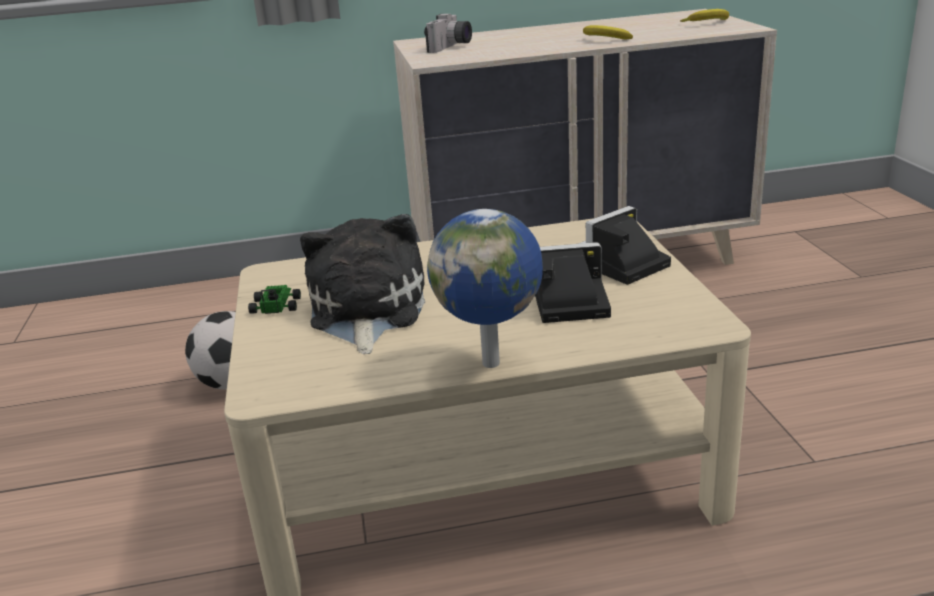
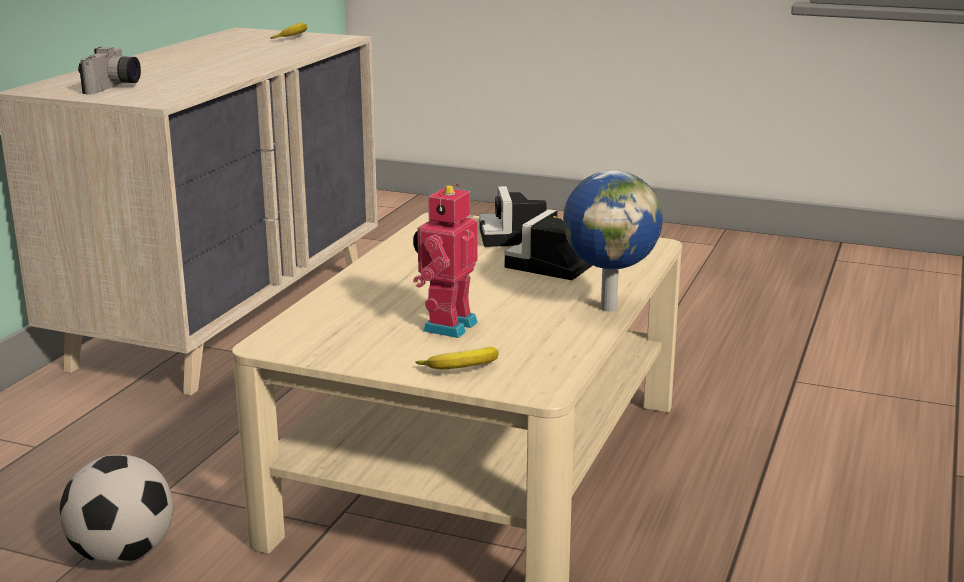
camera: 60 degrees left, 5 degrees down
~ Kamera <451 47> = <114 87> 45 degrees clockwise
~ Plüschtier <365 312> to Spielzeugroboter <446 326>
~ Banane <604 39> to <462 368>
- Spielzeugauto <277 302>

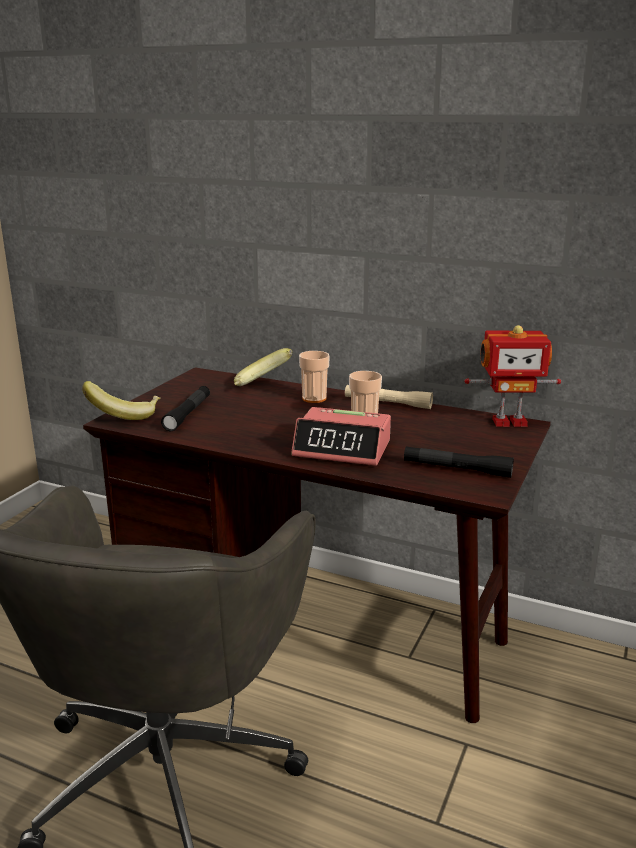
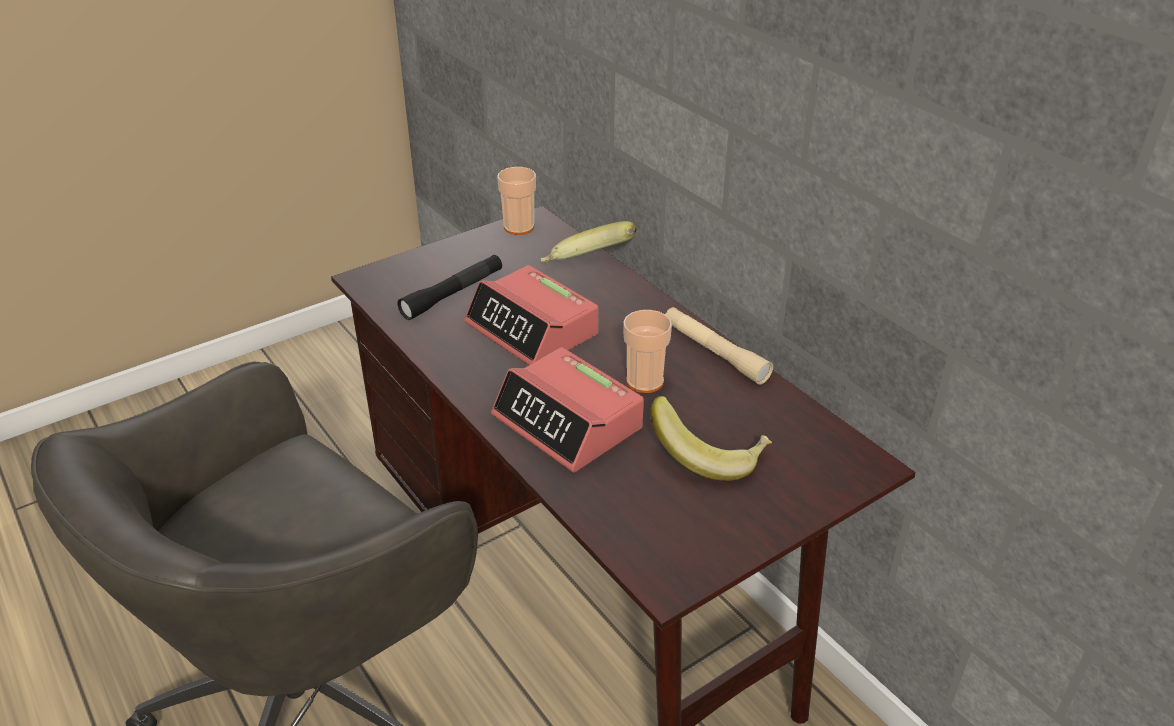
camera: 30 degrees right, 15 degrees up
+ Wecker <532 330>
~ Tasse <314 398> to <519 227>
~ Banane <125 415> to <709 456>
- Taschenlampe/schwarz <457 469>
- Spielzeugroboter <509 421>

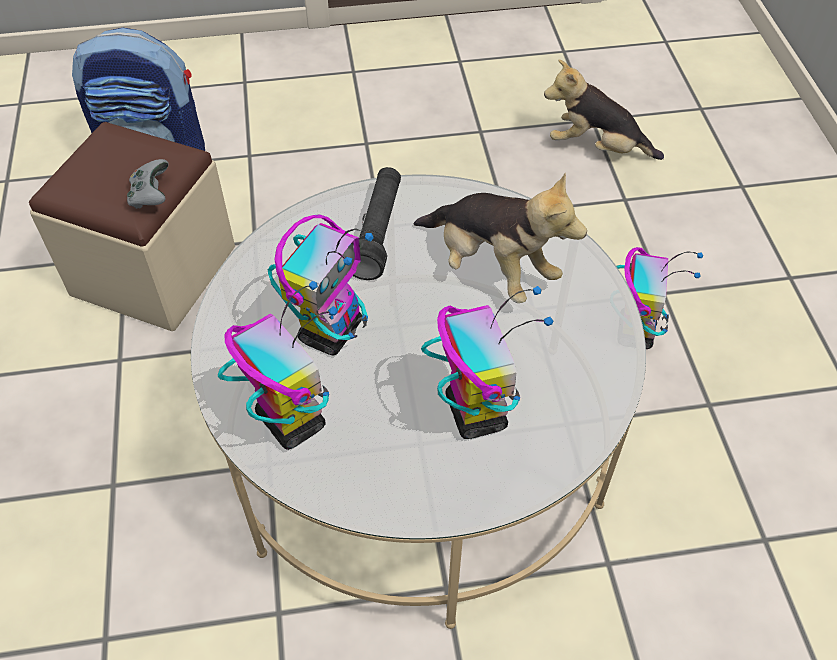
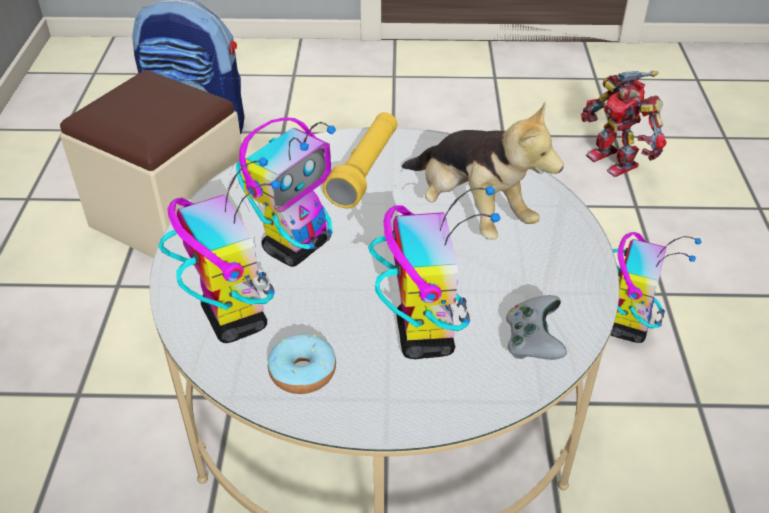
camera: 10 degrees right, 10 degrees down
+ Donut <303 372>
~ Taschenlampe/schwarz <377 233> to Taschenlampe/gelb <365 170>
~ Gamepad/grau <151 196> to <532 342>
~ Plüschtier <596 148> to Spielzeugroboter <614 160>

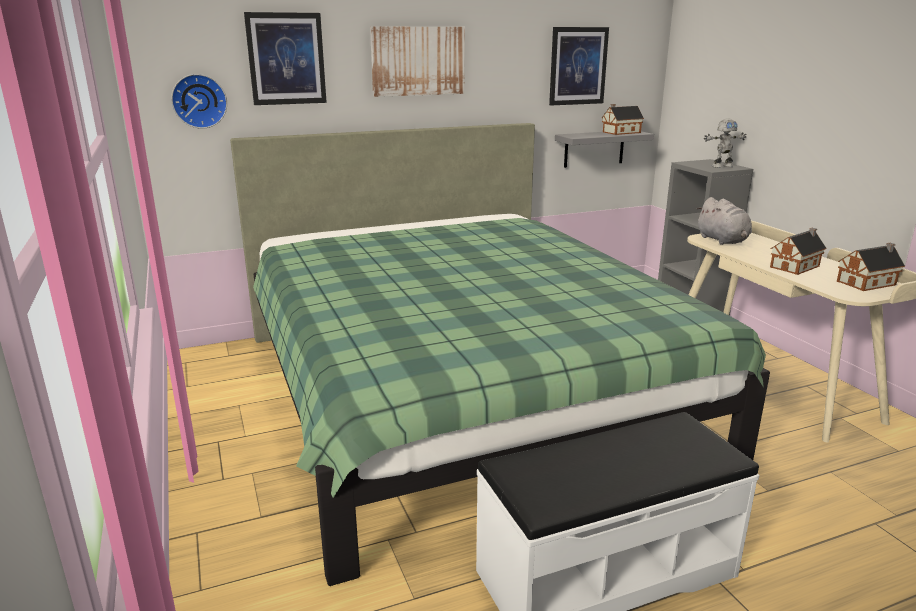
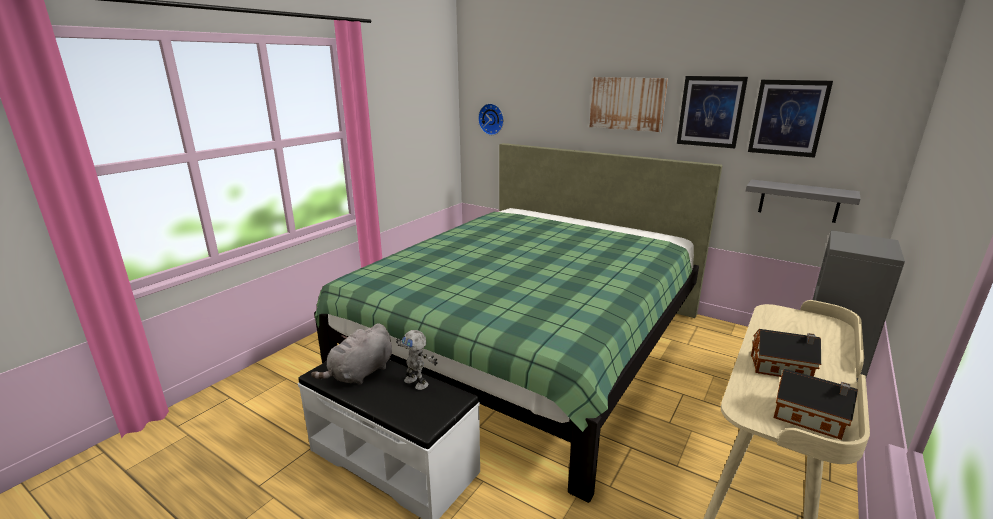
camera: 55 degrees right, 0 degrees up
~ Plüschtier/grau <723 241> to <360 374>
~ Spielzeugroboter <721 166> to <417 382>
~ Bild <286 59> to <710 111>
- Spielzeughaus <620 132>

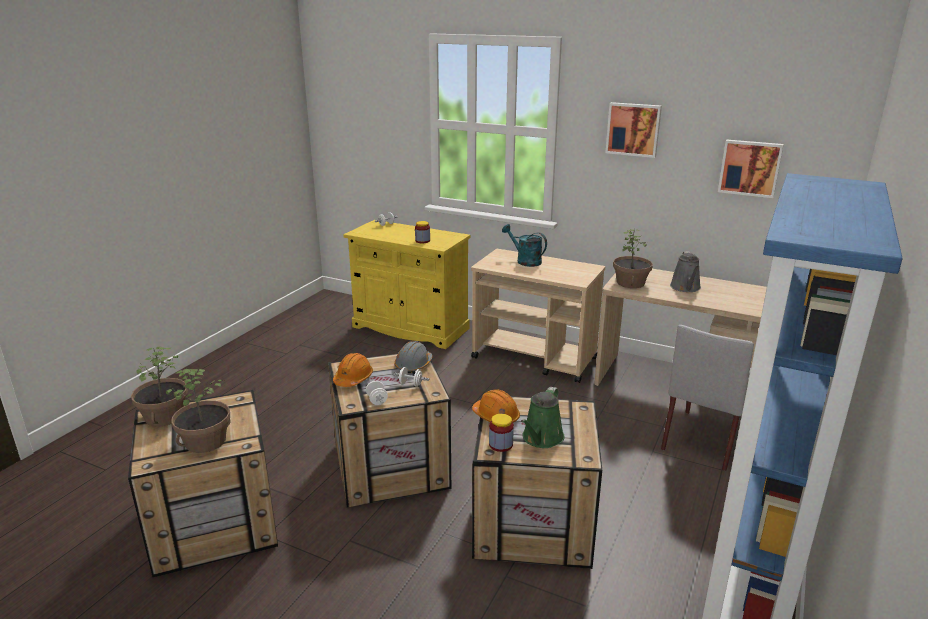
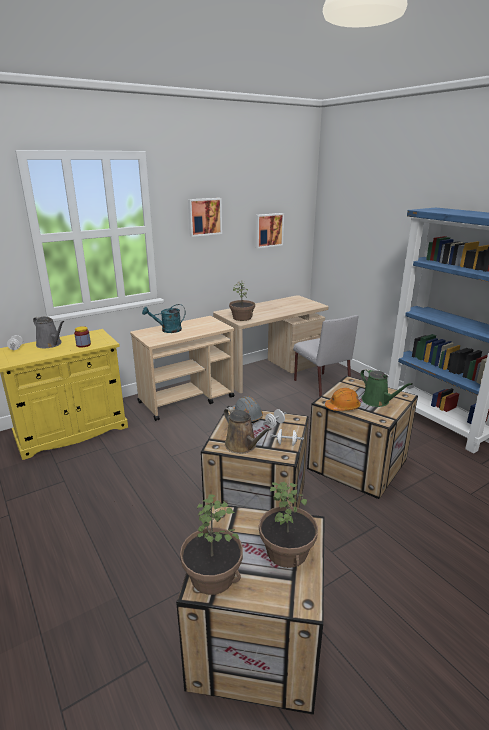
camera: 60 degrees left, 0 degrees up
~ Gießkanne/grau <686 288> to <50 344>
~ Schutzhelm/orange <353 379> to Gießkanne/braun <242 446>
- Vorratsglas <500 444>

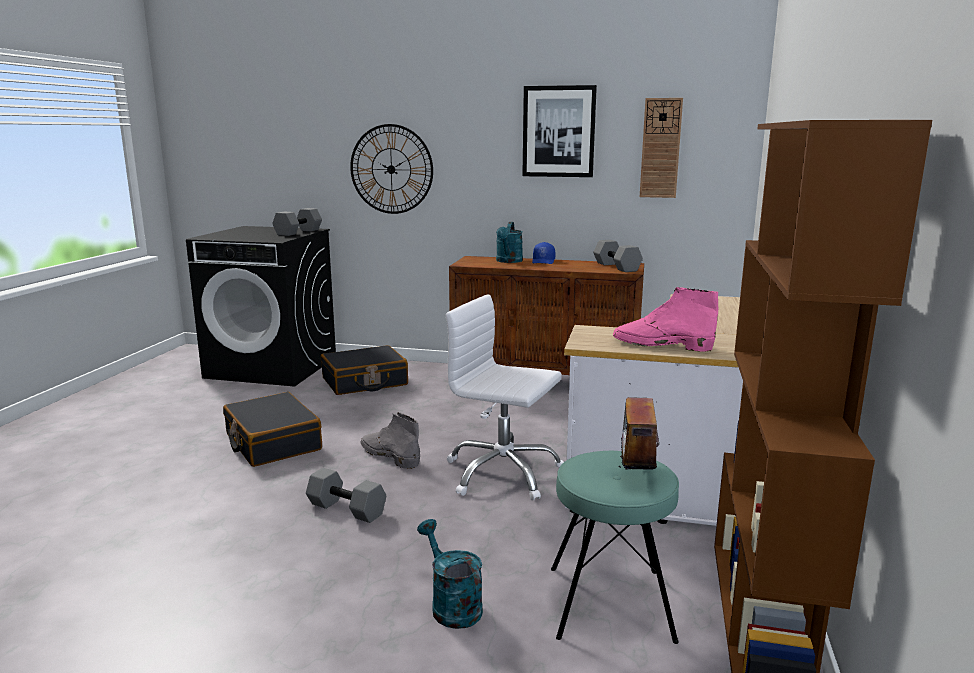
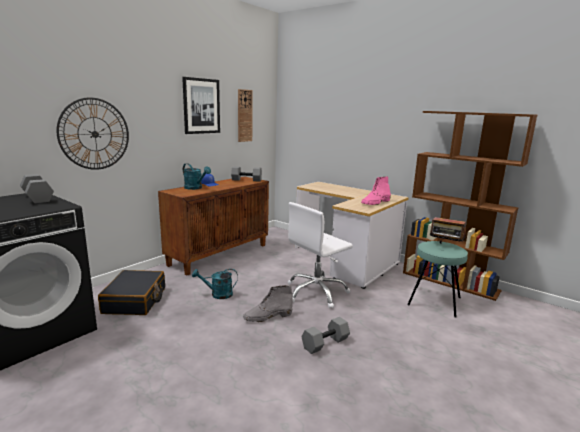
camera: 65 degrees left, 0 degrees up
~ Gießkanne/türkis <451 605> to <217 294>
- Koffer/schwarz <272 442>

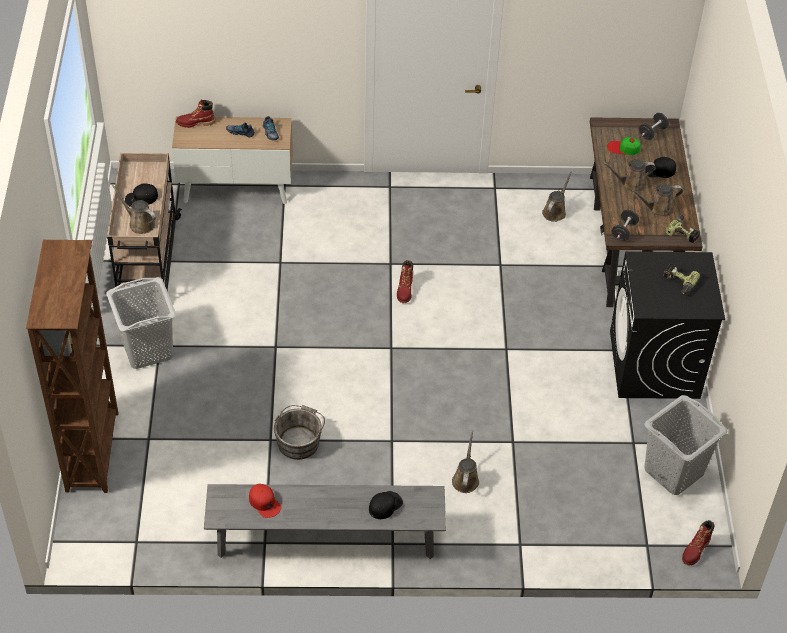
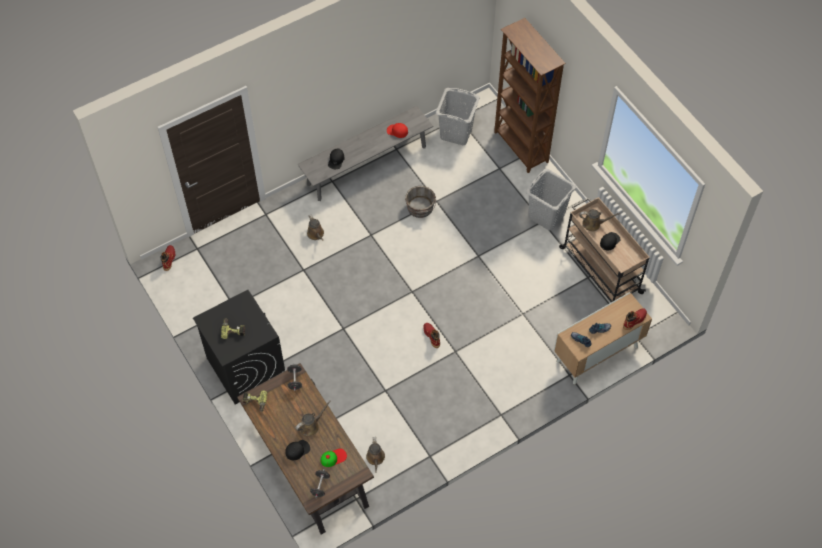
camera: 150 degrees right, 10 degrees up
~ Wäschekorb/grau <673 471> to <456 132>
- Gießkanne/braun <658 208>

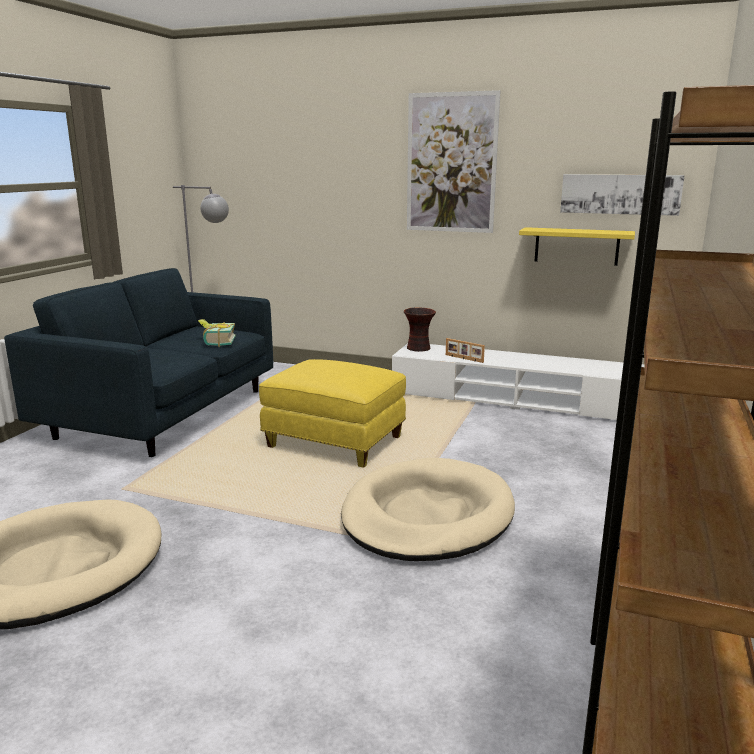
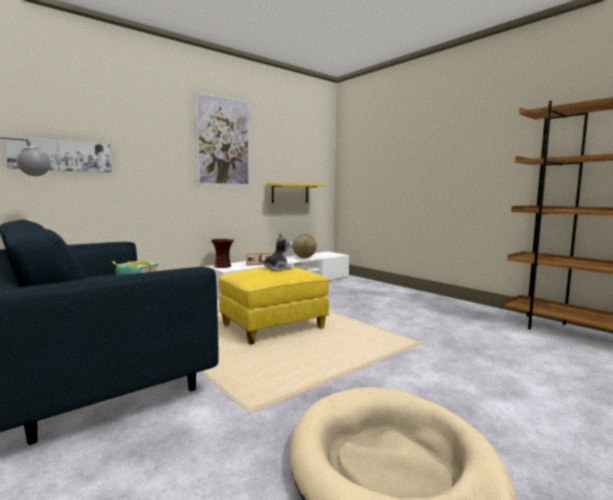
camera: 60 degrees left, 10 degrees down
~ Bild <620 194> to <61 155>
+ Plüschtier <277 269>
+ Globus <304 257>
- Hundebett/beige <427 516>

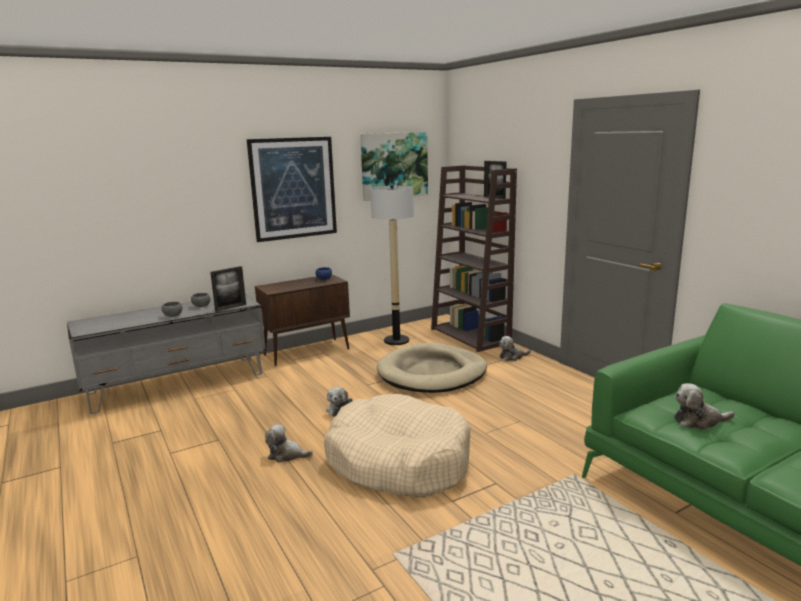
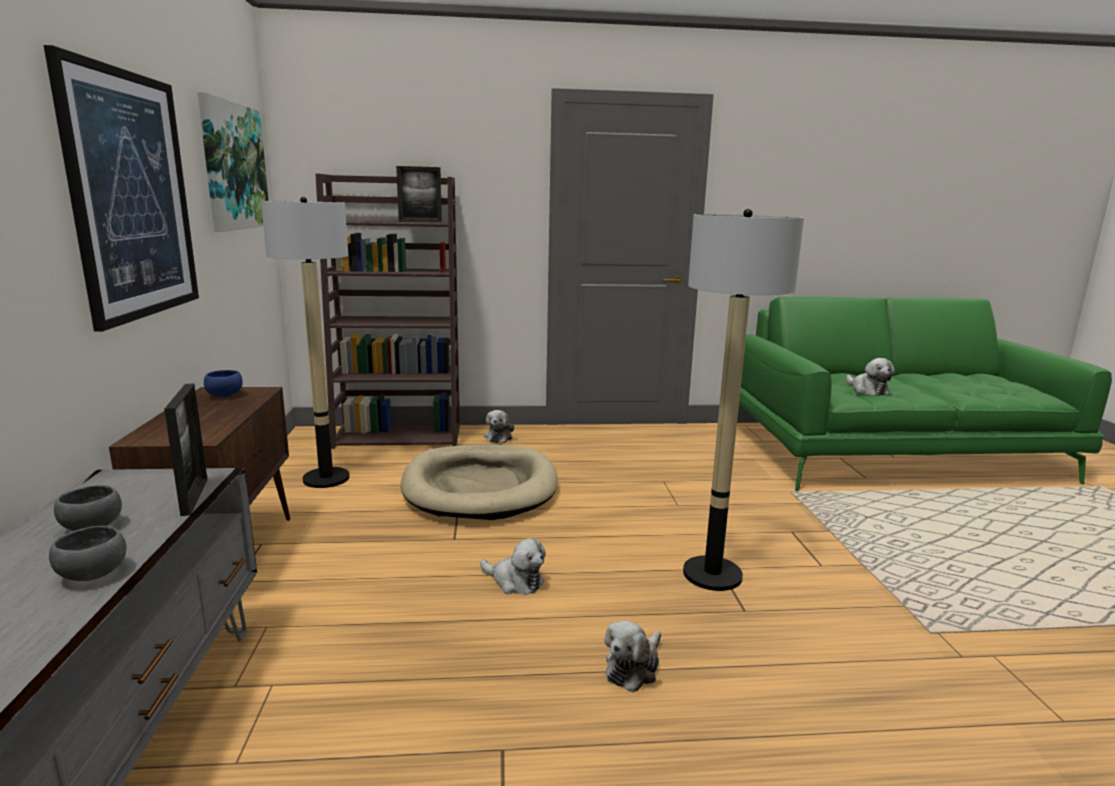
camera: 65 degrees left, 0 degrees up
~ Hundebett/beige <398 461> to Stehlampe <712 574>
~ Plüschtier <698 421> = <867 390> 45 degrees counterclockwise

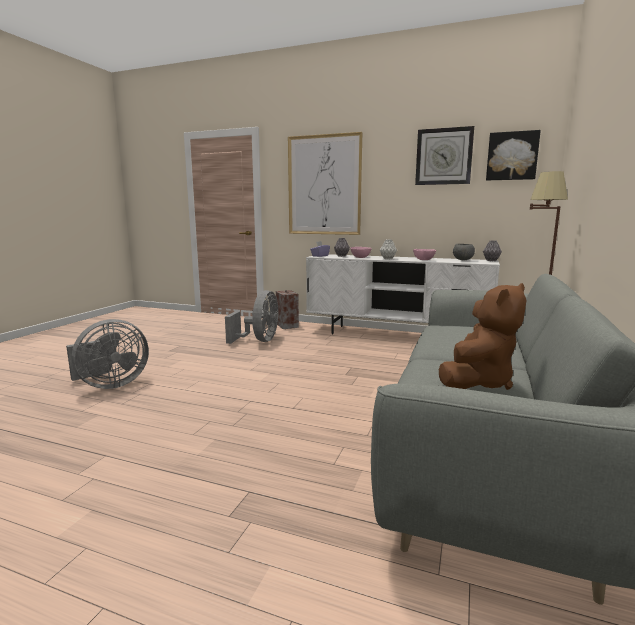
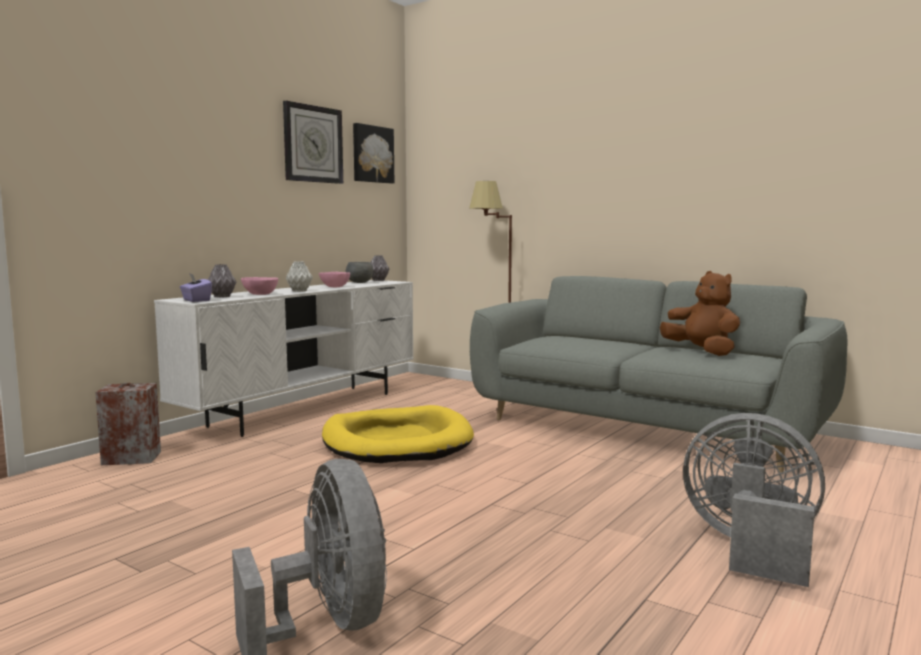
camera: 75 degrees left, 5 degrees down
+ Hundebett/gelb <397 442>
~ Ventilator/grau <259 341> to <750 548>
- Bild <324 185>

